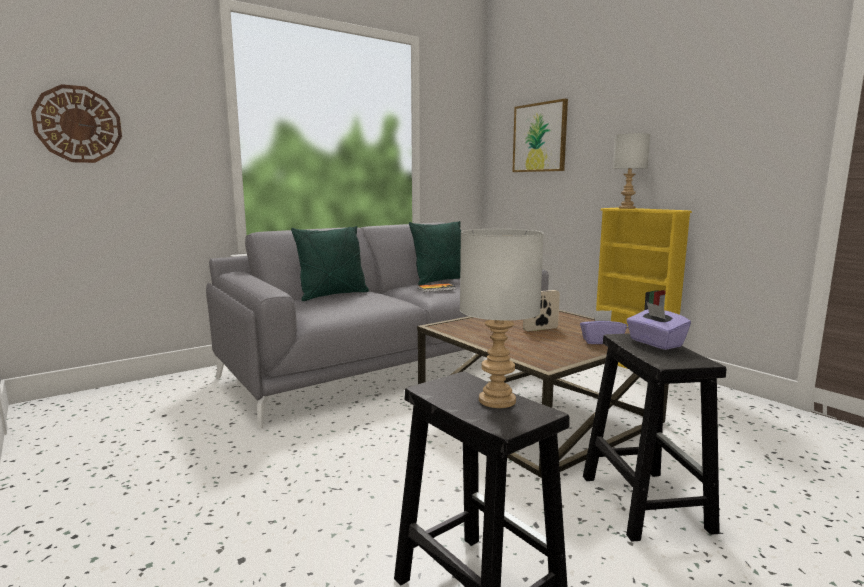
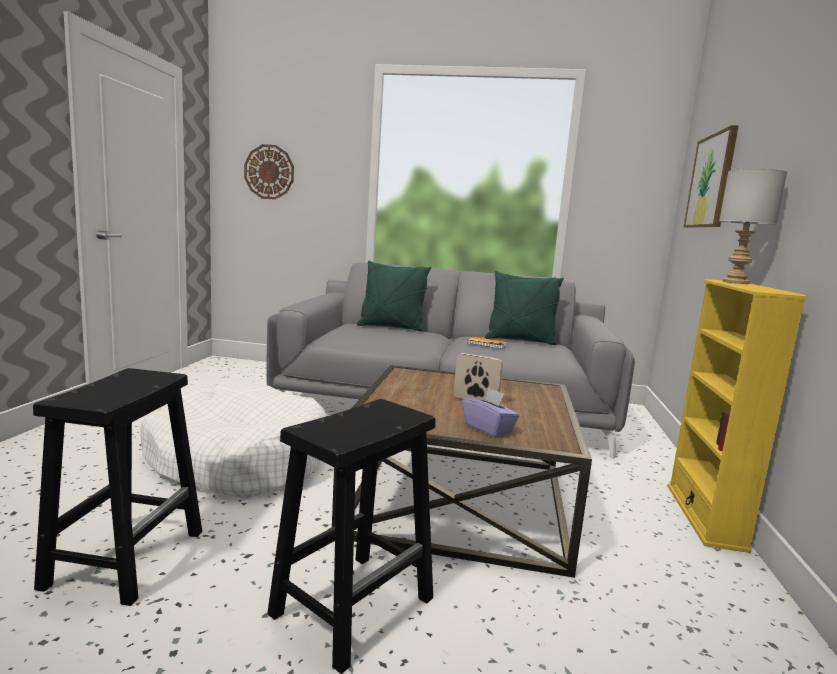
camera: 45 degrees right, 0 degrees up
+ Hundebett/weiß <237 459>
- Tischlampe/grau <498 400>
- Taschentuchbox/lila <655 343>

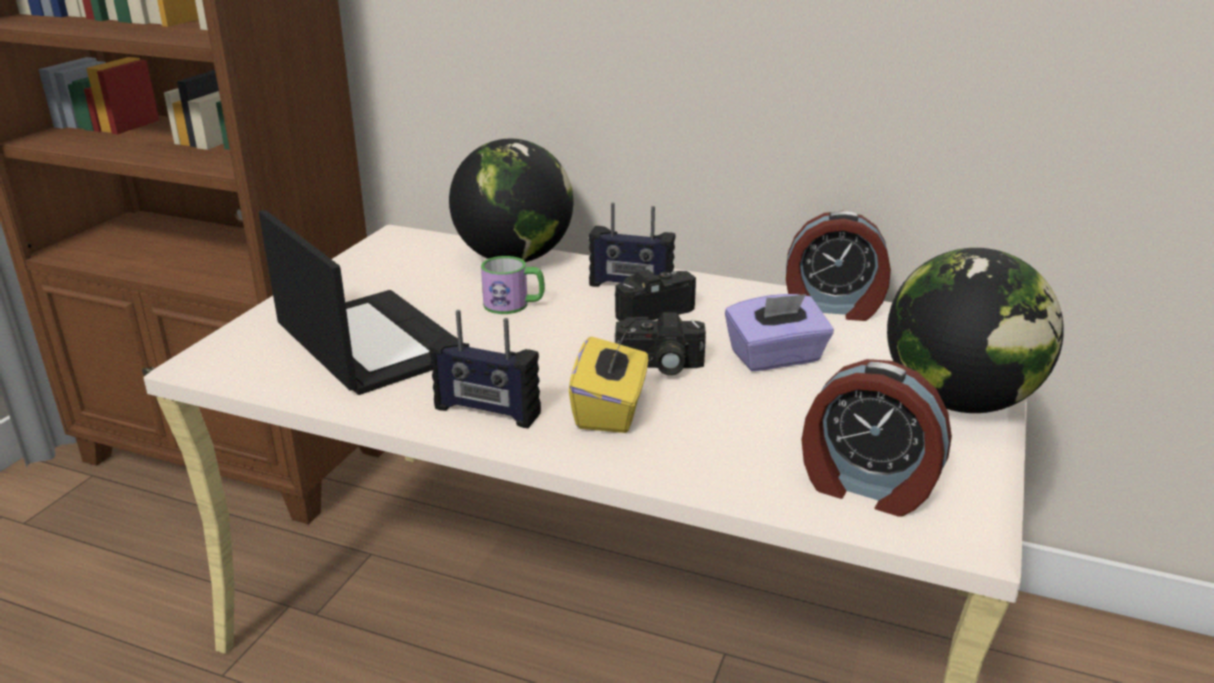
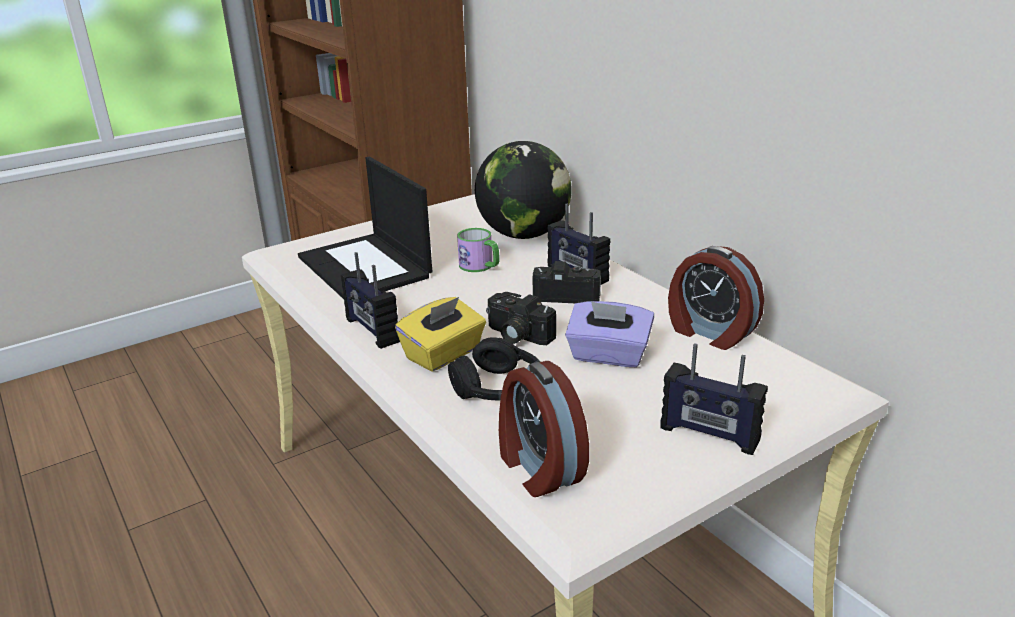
camera: 35 degrees right, 0 degrees up
~ Laptop <369 341> = <366 267> 150 degrees clockwise
+ Kopfhörer/schwarz <499 388>
~ Globus <959 401> to Radio <709 435>

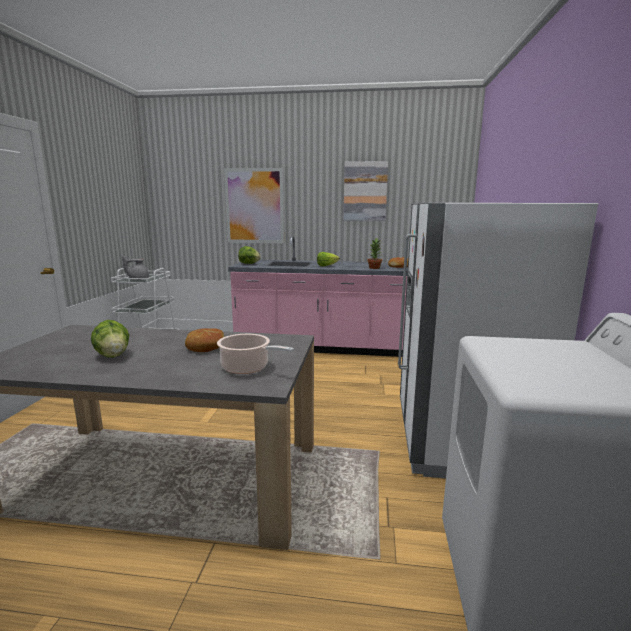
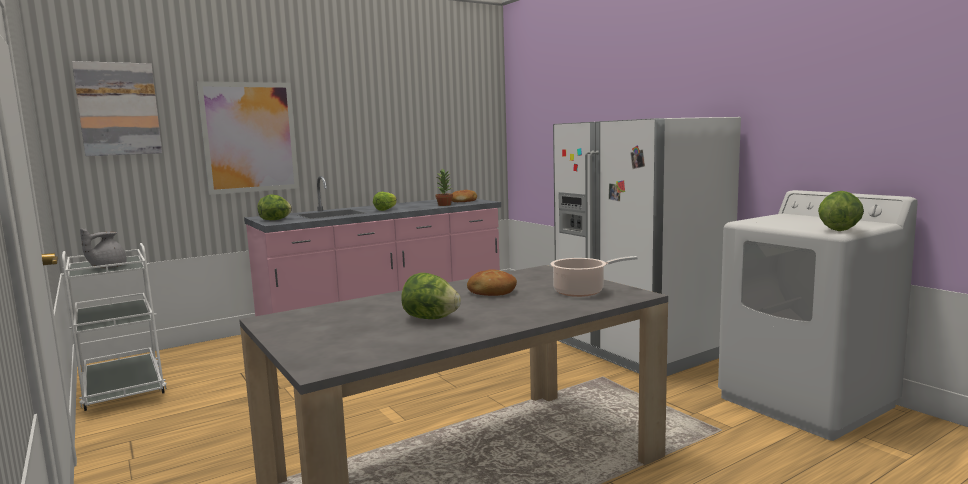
camera: 40 degrees left, 5 degrees down
~ Bild <365 191> to <118 109>
+ Salatkopf <839 230>

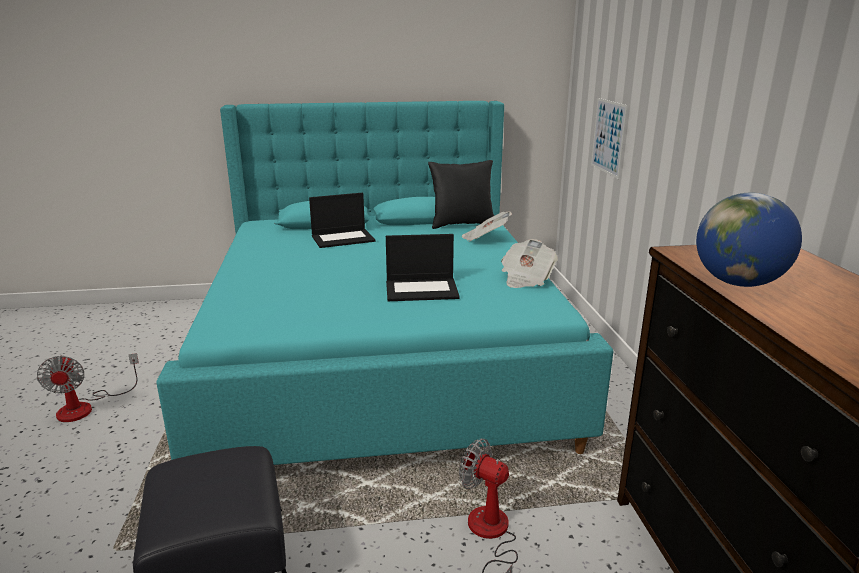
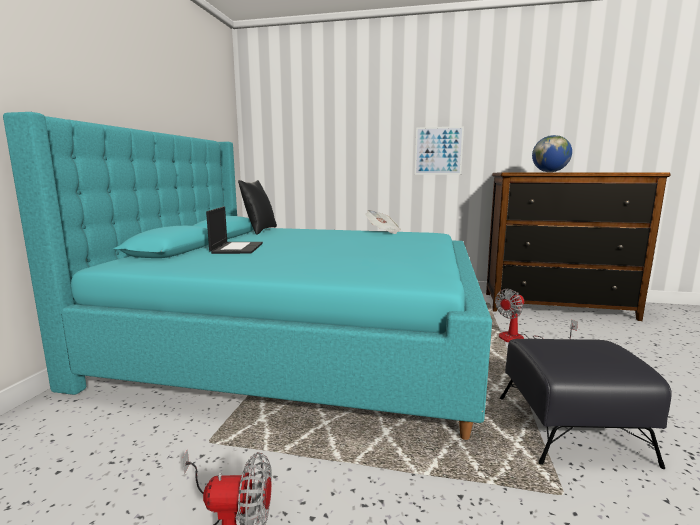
camera: 70 degrees left, 10 degrees down
~ Bild <608 137> to <438 151>
- Laptop <422 289>
- Zeitung <485 239>

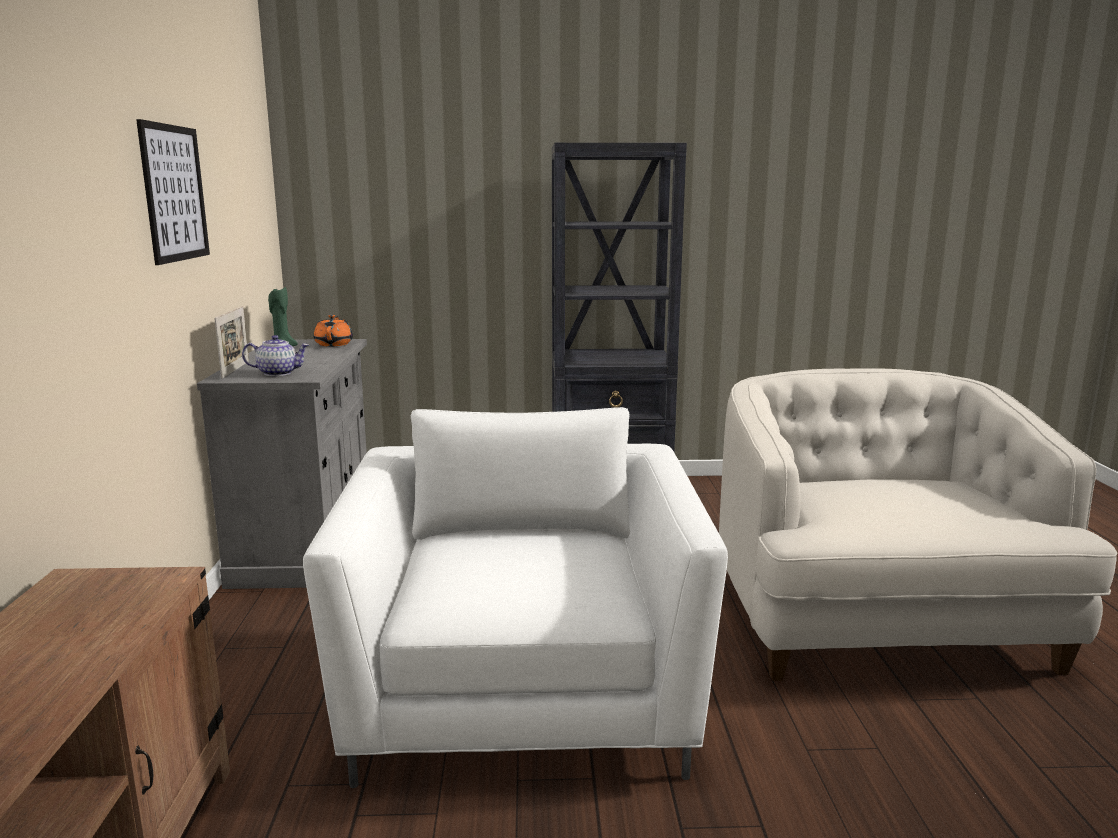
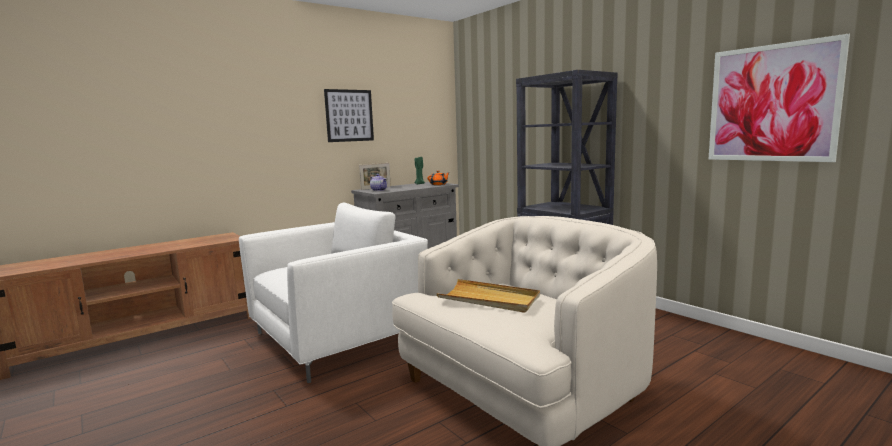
camera: 55 degrees right, 5 degrees down
+ Tablett/beige <489 299>
+ Bild <772 103>

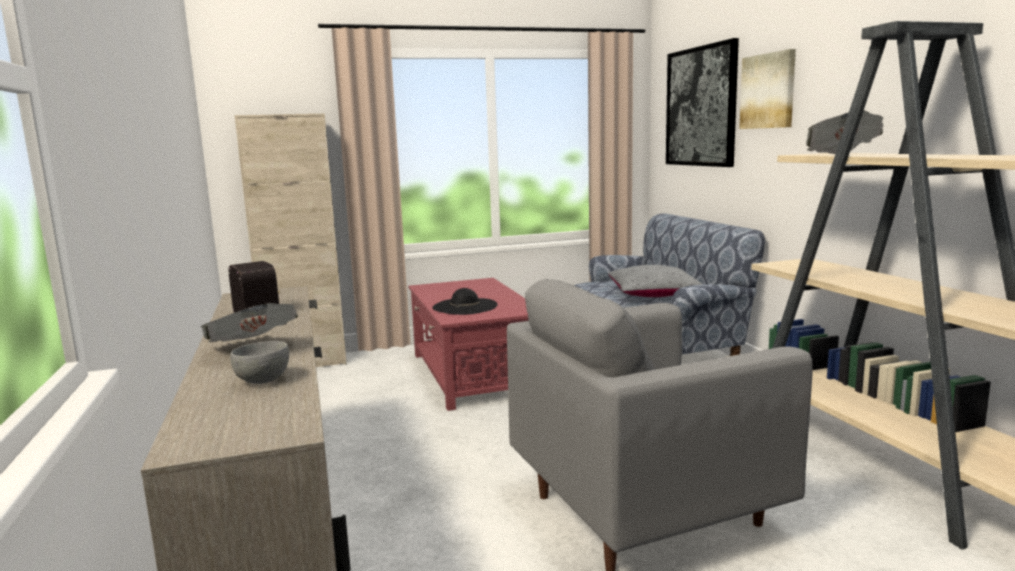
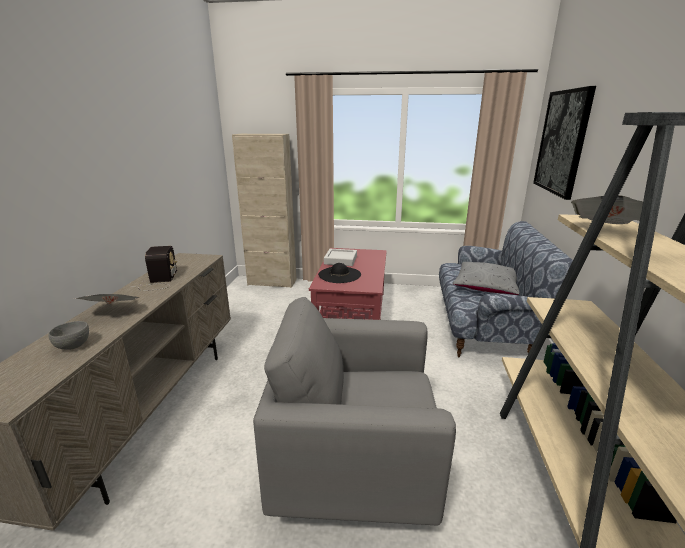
camera: 25 degrees right, 10 degrees up
+ Tablett/grau <340 260>
- Bild <768 91>

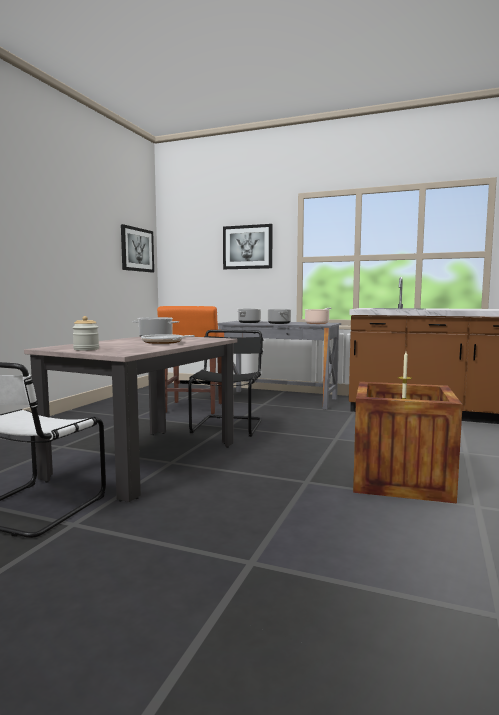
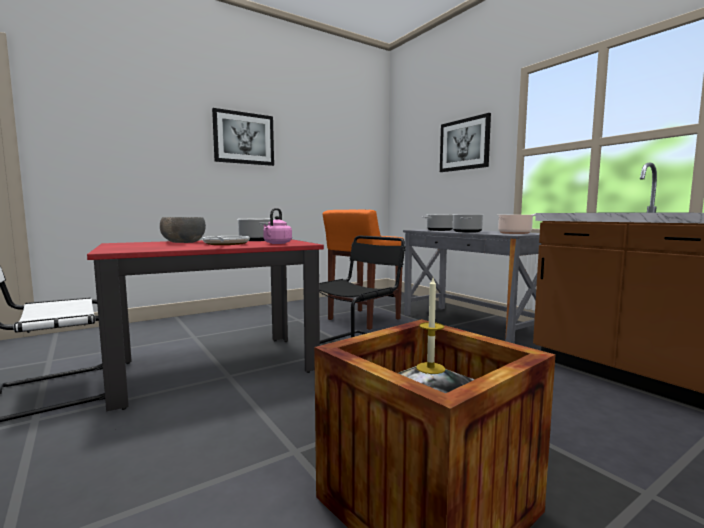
camera: 35 degrees right, 0 degrees up
~ Esstisch/beige <146 460> to Esstisch/rot <215 367>
+ Schüssel/grau <183 242>
~ Bild <137 249> to <244 138>
+ Wasserkessel/rosa <277 243>
- Vorratsglas <86 349>

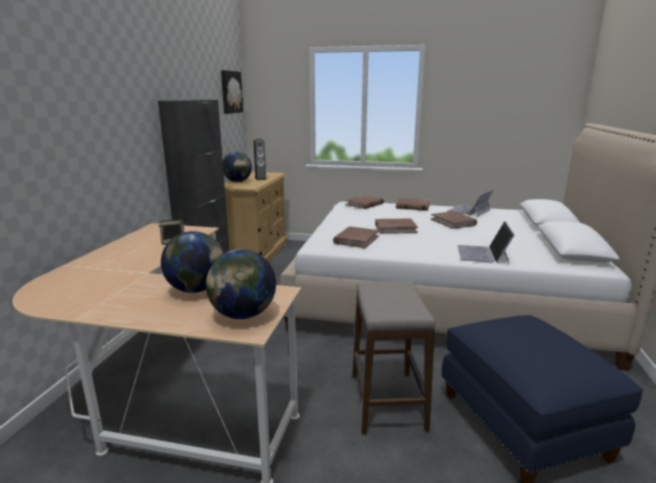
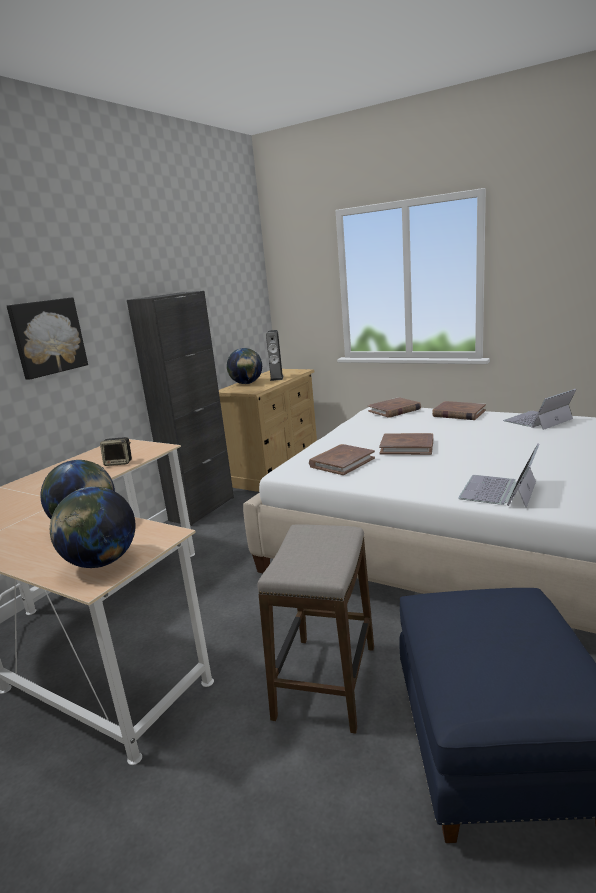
camera: 20 degrees right, 0 degrees up
~ Bild <230 92> to <47 337>
- Buch/braun <453 222>

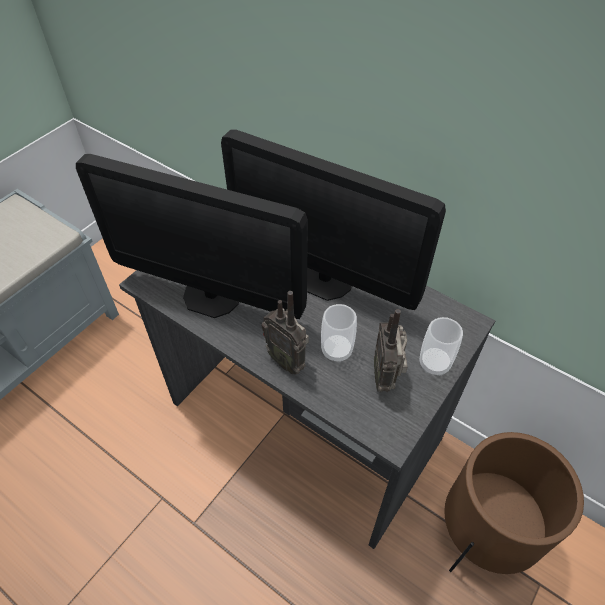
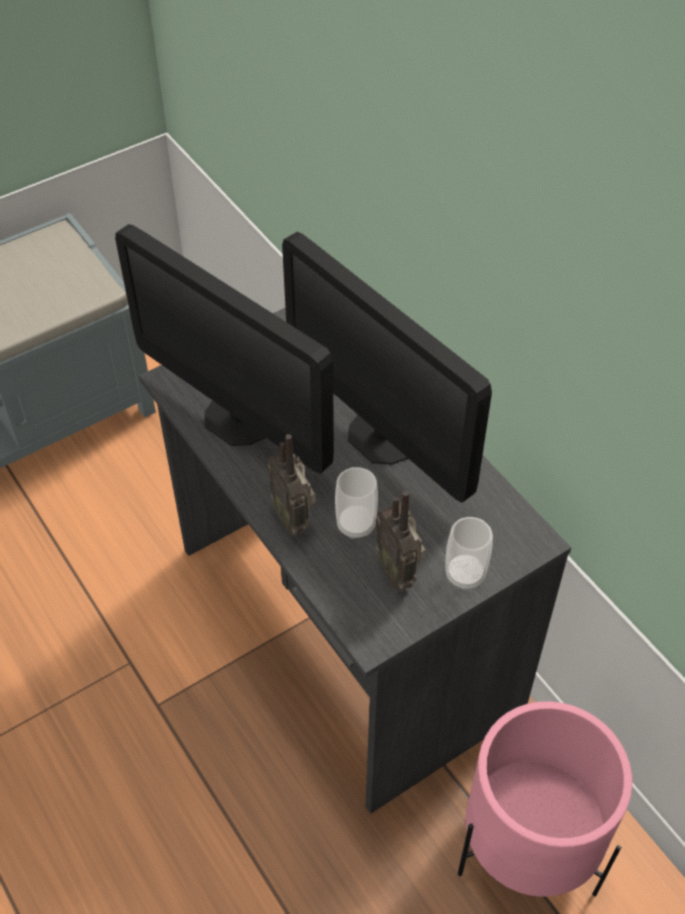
camera: 20 degrees right, 0 degrees up
~ Radio <386 377> = <398 572> 45 degrees counterclockwise
~ Pflanzkübel/braun <484 532> to Pflanzkübel/rosa <528 846>

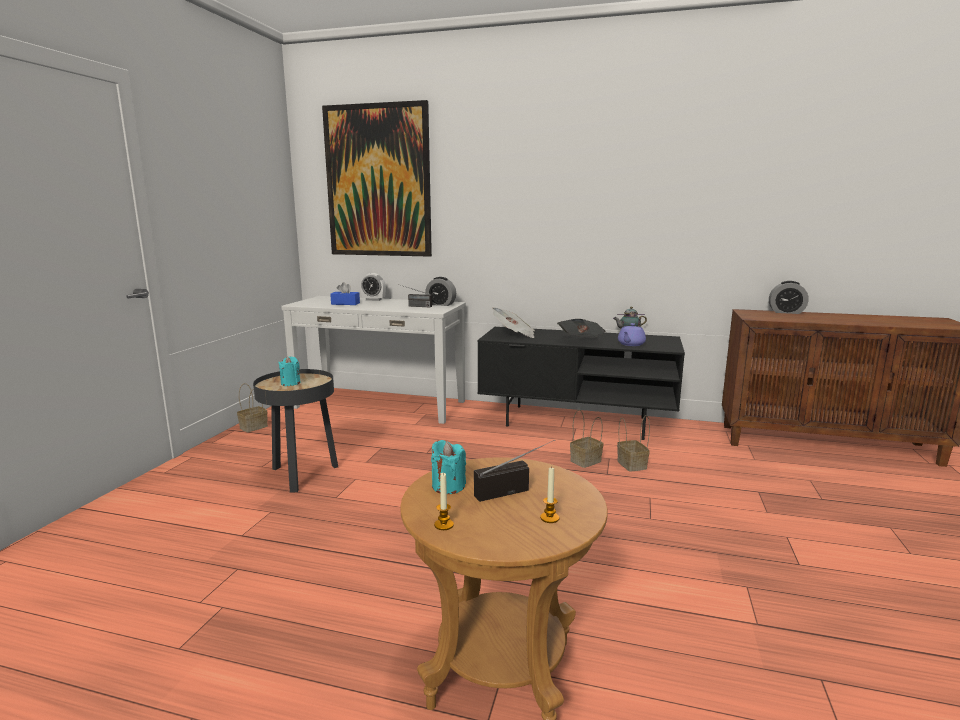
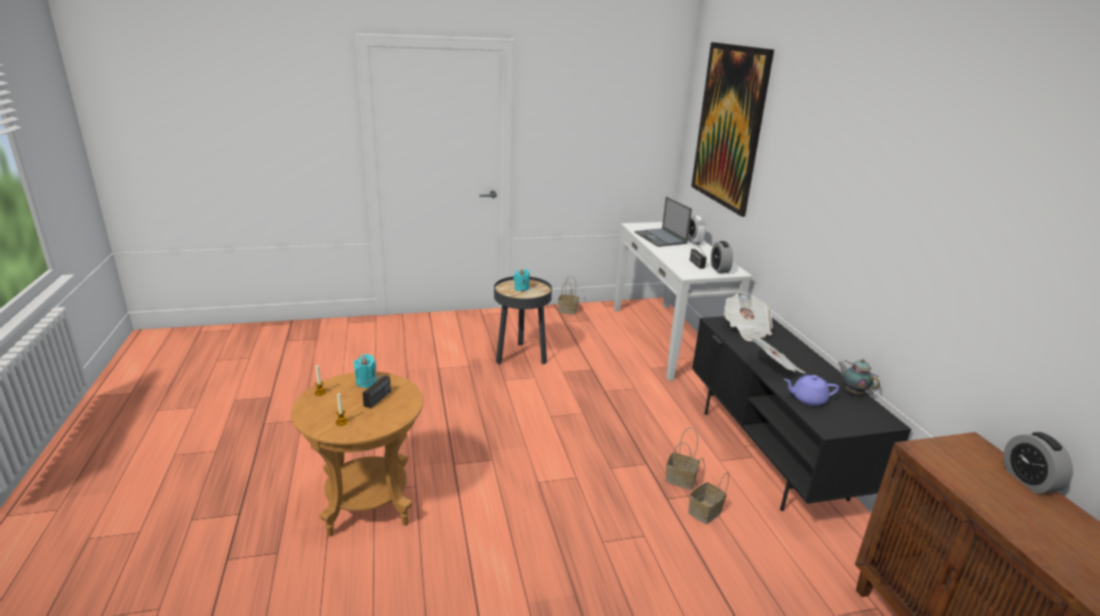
camera: 60 degrees right, 10 degrees up
~ Radio <513 490> = <372 403> 75 degrees clockwise
~ Taschentuchbox/blau <345 303> to Laptop <661 238>

